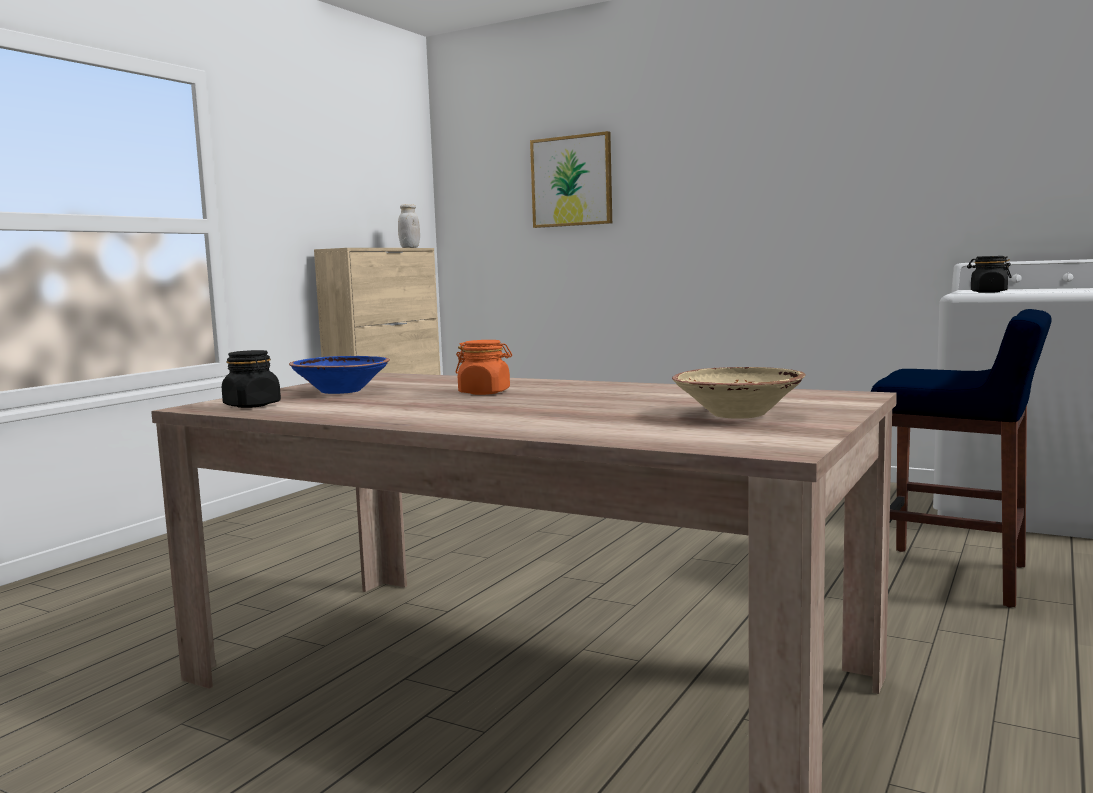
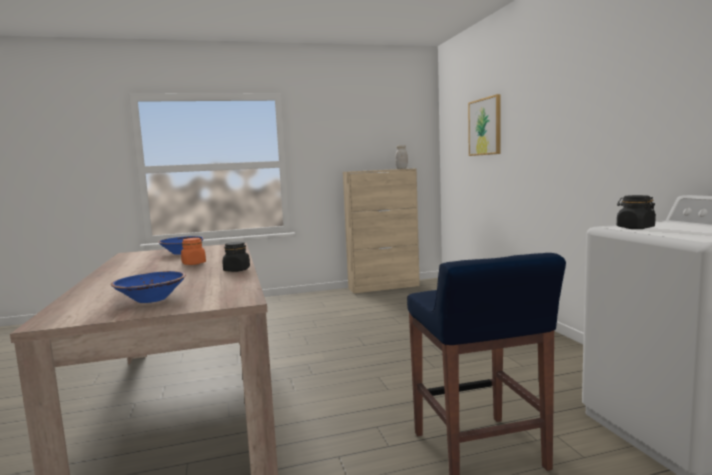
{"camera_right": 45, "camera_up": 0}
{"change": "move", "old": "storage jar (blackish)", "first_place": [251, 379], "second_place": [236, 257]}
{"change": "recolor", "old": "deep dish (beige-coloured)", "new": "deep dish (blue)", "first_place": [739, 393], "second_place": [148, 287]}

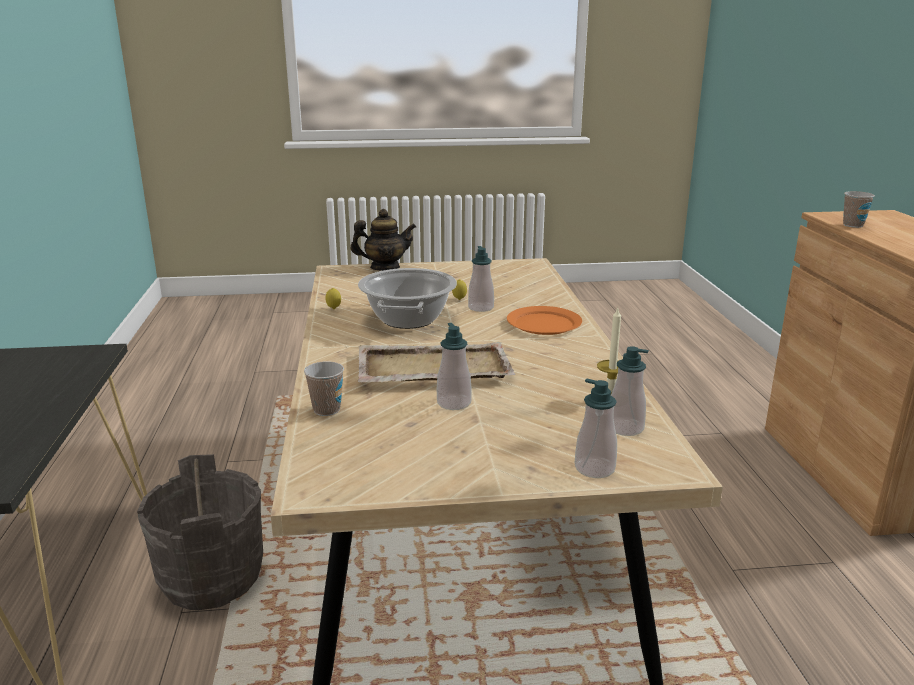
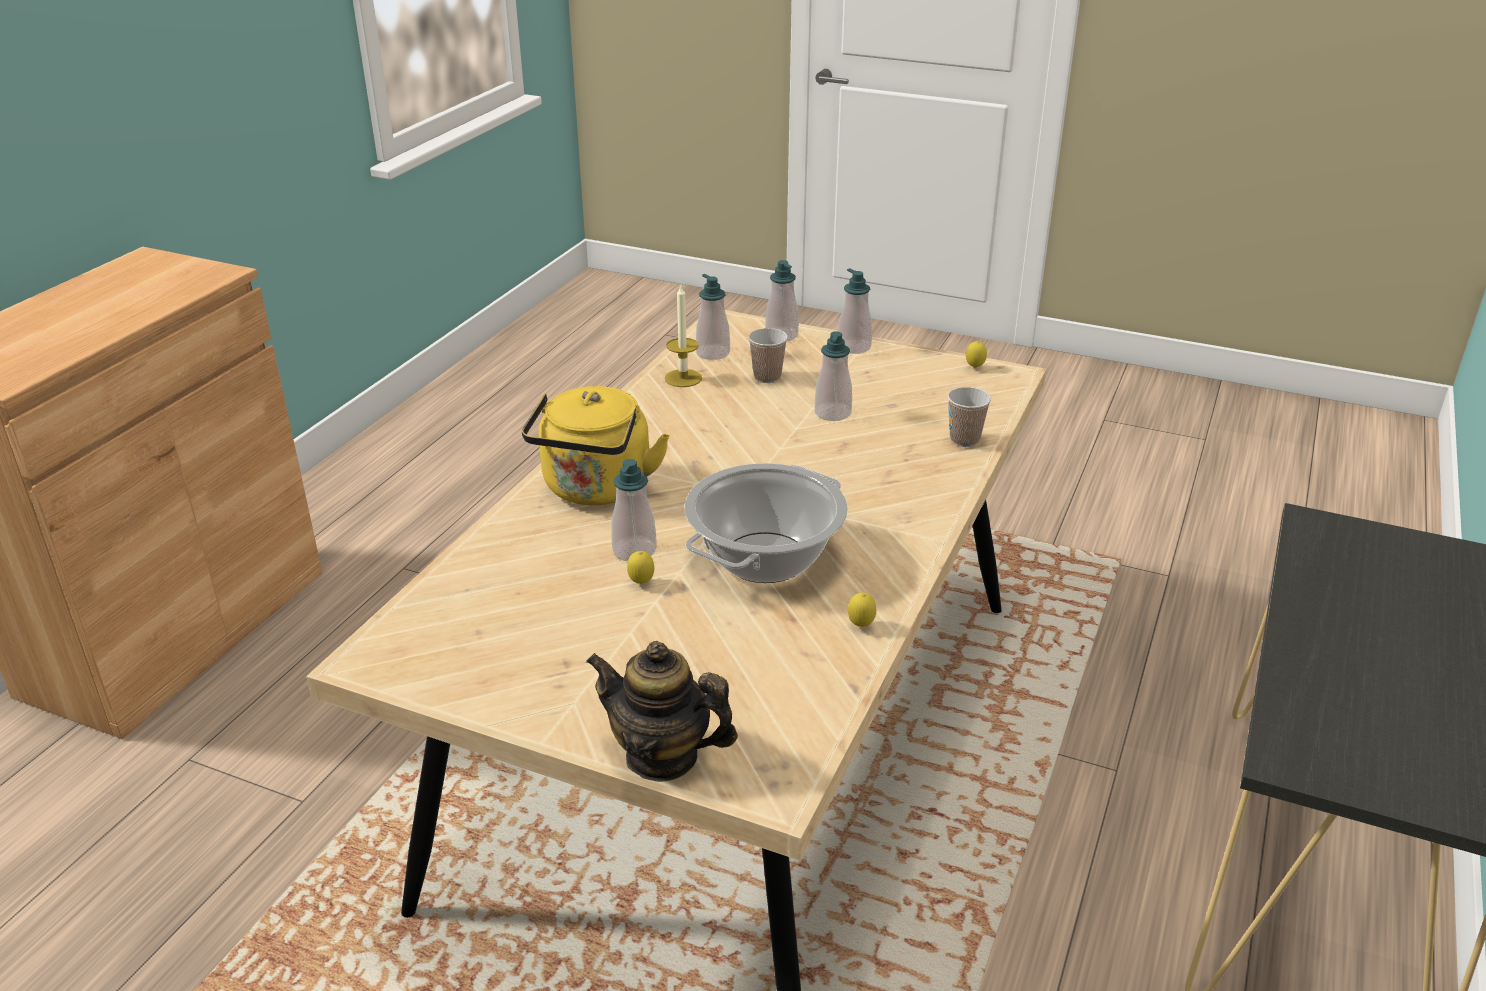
{"camera_right": -150, "camera_up": 10}
{"change": "delete", "old": "bucket (gray)", "first_place": [200, 532]}
{"change": "delete", "old": "serving tray (beige-coloured)", "first_place": [437, 362]}
{"change": "insert", "new": "liquid soap bottle", "second_place": [855, 311]}
{"change": "insert", "new": "citrus fruit", "second_place": [976, 354]}
{"change": "move", "old": "cup", "first_place": [859, 209], "second_place": [768, 355]}
{"change": "replace", "old": "plate (orange)", "new": "water kettle (yellow-coloured)", "first_place": [544, 320], "second_place": [596, 445]}

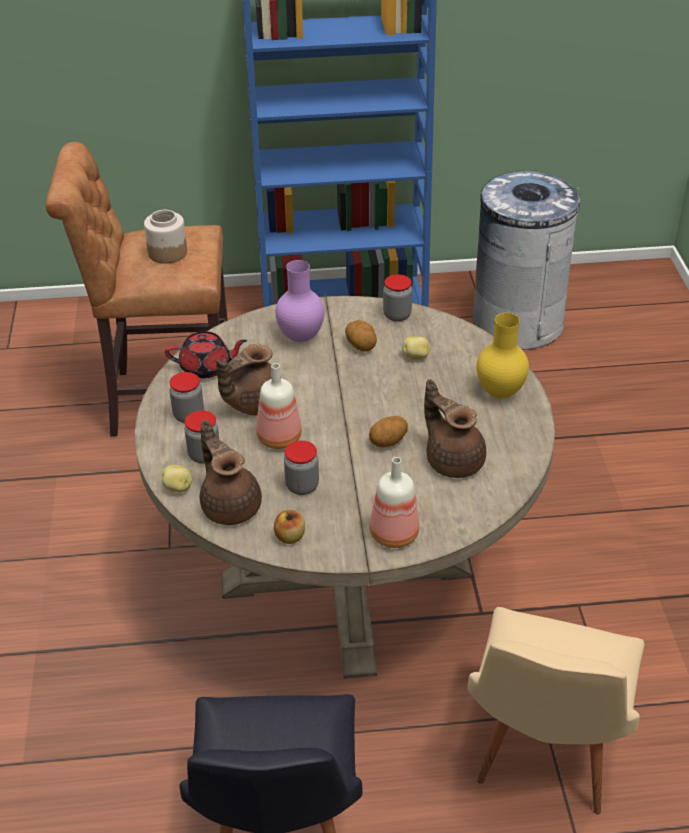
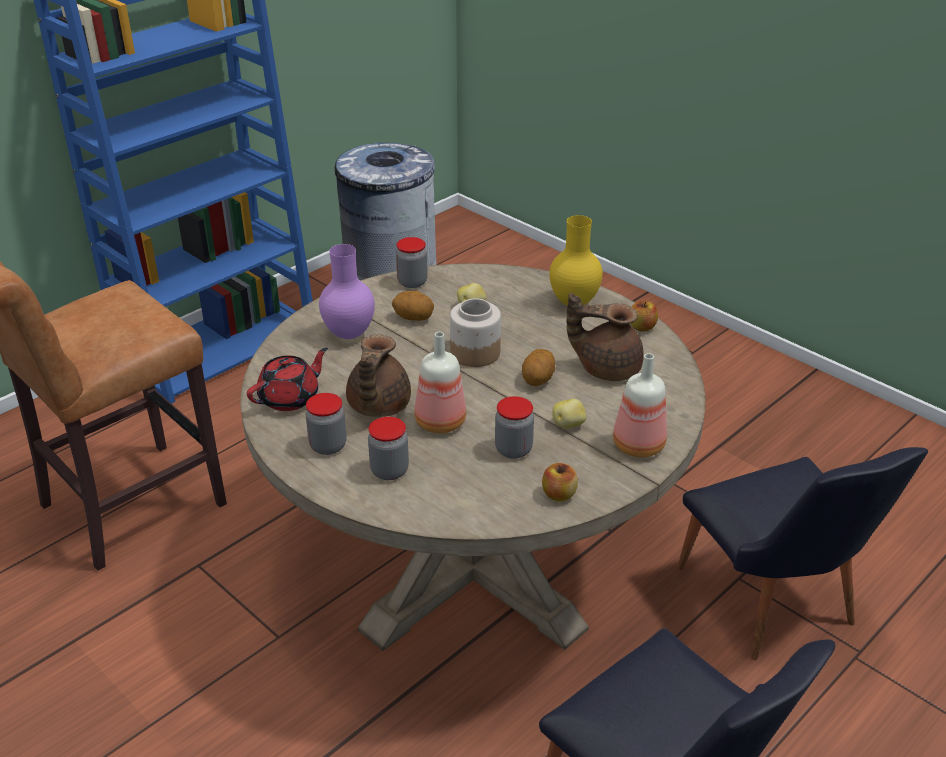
{"camera_right": -40, "camera_up": -5}
{"change": "delete", "old": "pot for tea (brown-coloured)", "first_place": [231, 472]}
{"change": "insert", "new": "apple", "second_place": [644, 316]}
{"change": "move", "old": "storage jar", "first_place": [165, 237], "second_place": [475, 333]}
{"change": "move", "old": "spud", "first_place": [177, 478], "second_place": [569, 414]}
{"change": "recolor", "old": "upright chair (beige-coloured)", "new": "upright chair (blackish)", "first_place": [556, 710], "second_place": [802, 553]}

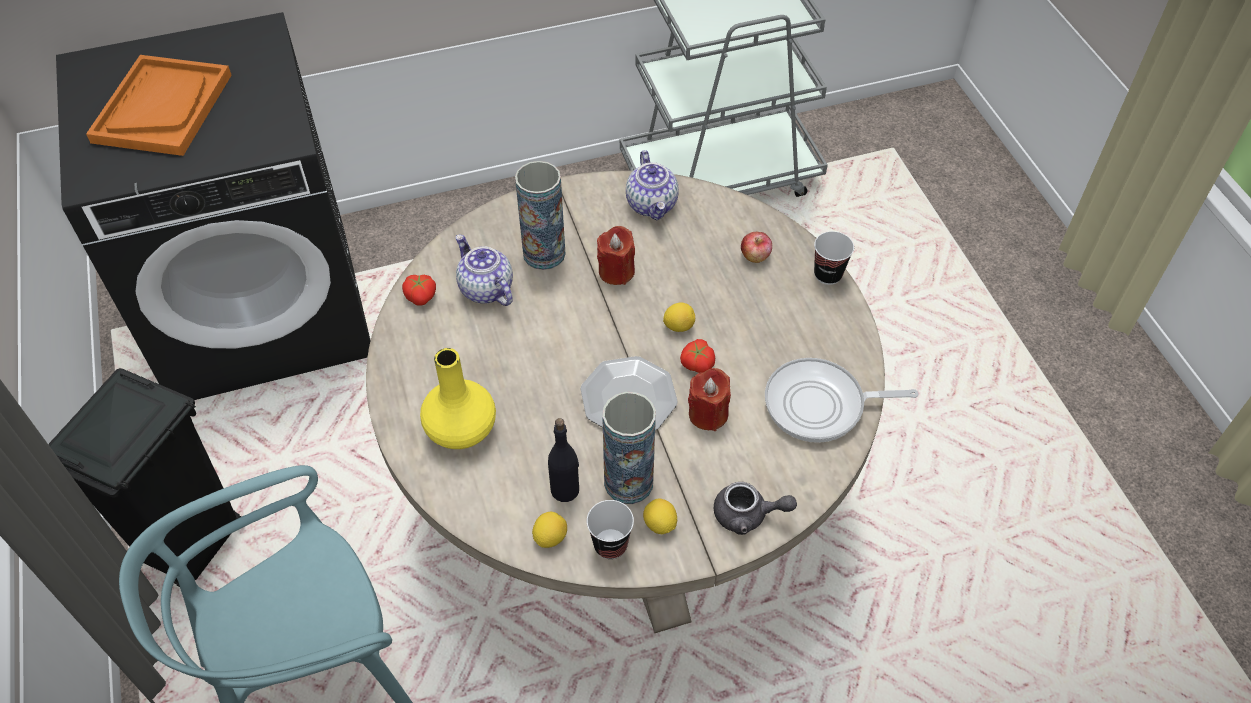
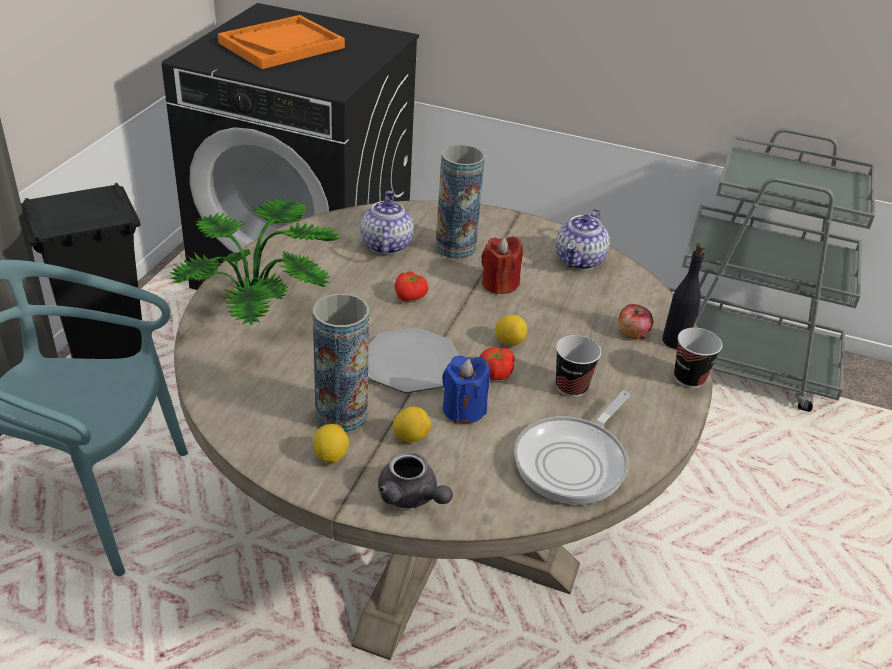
{"camera_right": 35, "camera_up": -15}
{"change": "move", "old": "tomato", "first_place": [419, 290], "second_place": [411, 286]}
{"change": "move", "old": "citrus fruit", "first_place": [549, 530], "second_place": [412, 424]}
{"change": "move", "old": "drink bottle (blackish)", "first_place": [563, 460], "second_place": [683, 296]}
{"change": "move", "old": "cup", "first_place": [610, 529], "second_place": [578, 366]}
{"change": "replace", "old": "flower vase (yellow-coloured)", "new": "houseplant", "first_place": [458, 398], "second_place": [254, 261]}
{"change": "recolor", "old": "wax candle (reddish)", "new": "wax candle (blue)", "first_place": [709, 399], "second_place": [466, 390]}
{"change": "rotate", "old": "pan", "first_place": [842, 400], "second_place": [572, 447], "degrees": -90}

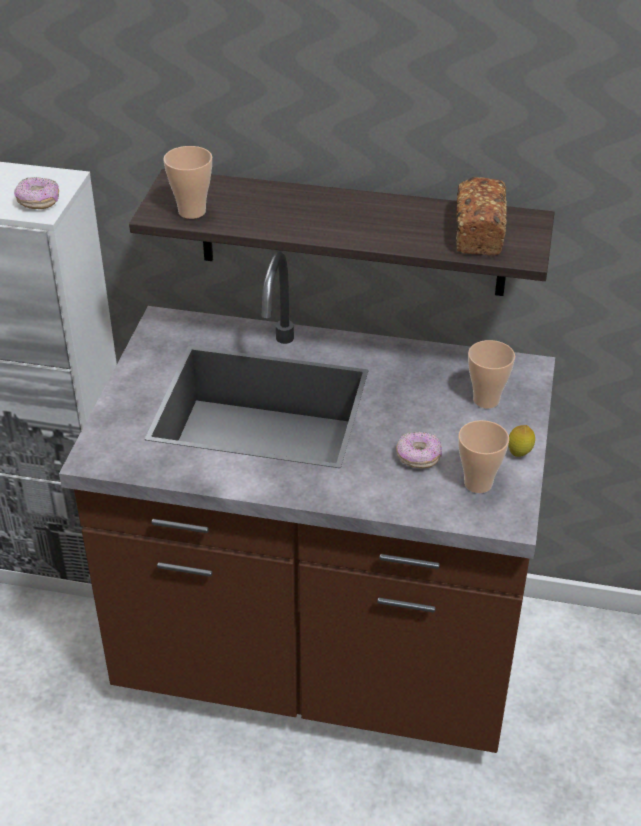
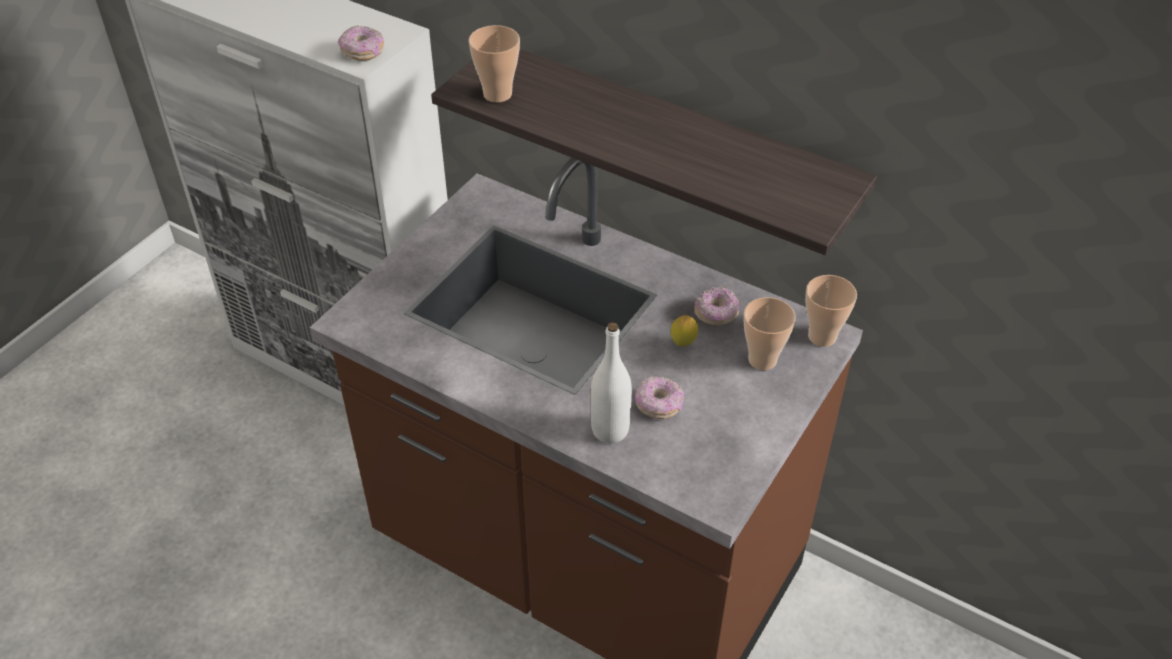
{"camera_right": 20, "camera_up": 5}
{"change": "delete", "old": "bread", "first_place": [481, 216]}
{"change": "insert", "new": "drink bottle (white)", "second_place": [611, 382]}
{"change": "insert", "new": "ring doughnut", "second_place": [716, 305]}
{"change": "move", "old": "cup", "first_place": [483, 456], "second_place": [831, 311]}
{"change": "move", "old": "citrus fruit", "first_place": [521, 441], "second_place": [684, 330]}

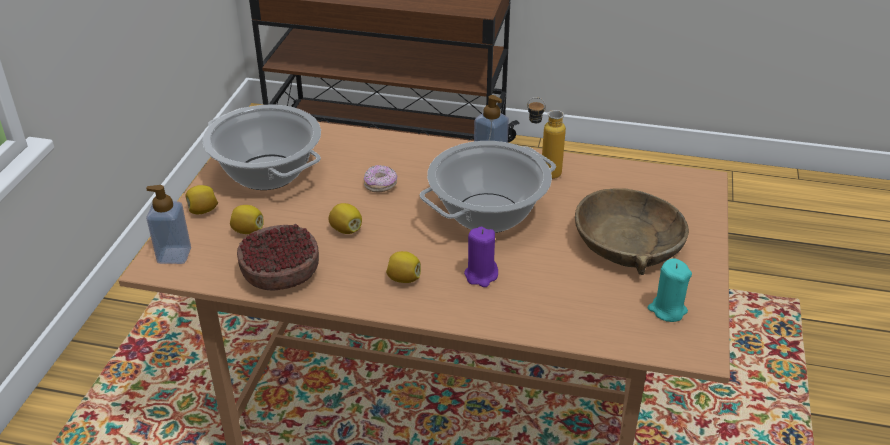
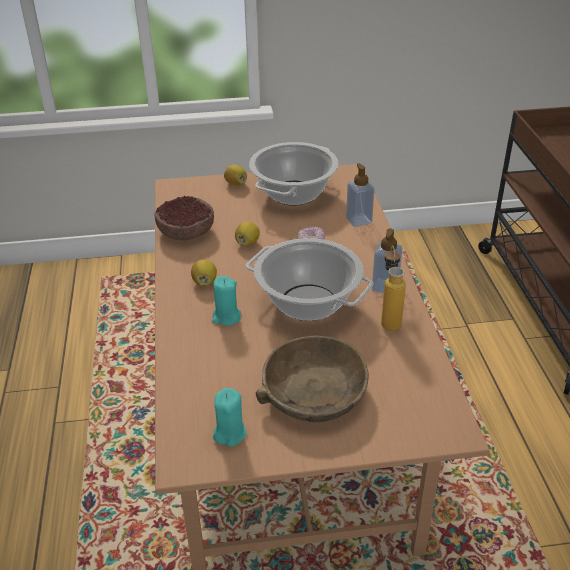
{"camera_right": 70, "camera_up": 0}
{"change": "delete", "old": "citrus fruit", "first_place": [247, 219]}
{"change": "move", "old": "liquid soap bottle", "first_place": [168, 224], "second_place": [360, 195]}
{"change": "recolor", "old": "wax candle (purple)", "new": "wax candle (turquoise)", "first_place": [481, 257], "second_place": [226, 301]}

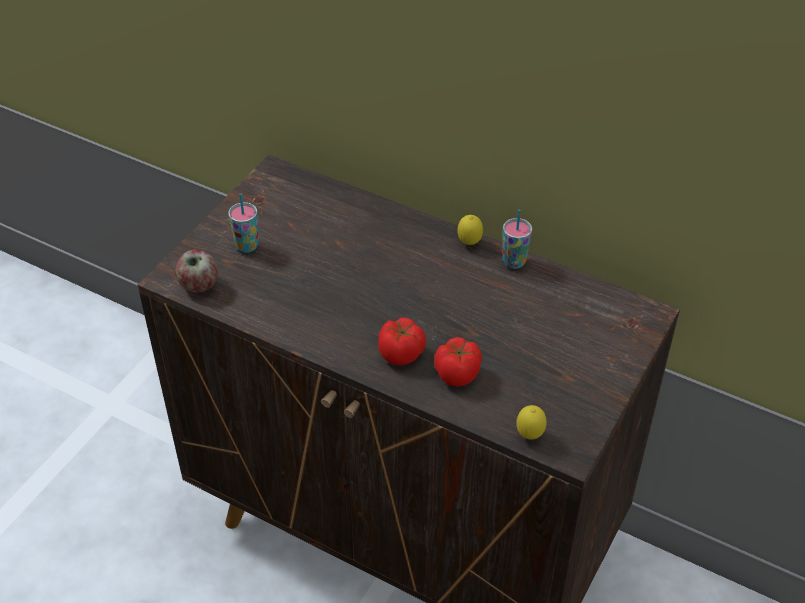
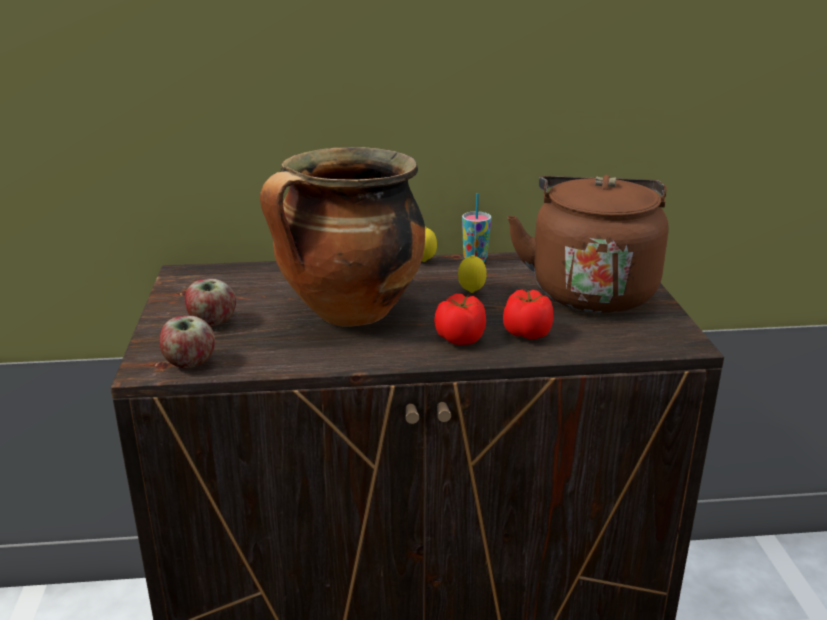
{"camera_right": -35, "camera_up": -20}
{"change": "insert", "new": "cooking pot", "second_place": [342, 237]}
{"change": "insert", "new": "water kettle (brown-coloured)", "second_place": [587, 244]}
{"change": "move", "old": "citrus fruit", "first_place": [531, 422], "second_place": [472, 274]}
{"change": "replace", "old": "cup", "new": "apple", "first_place": [243, 223], "second_place": [210, 303]}

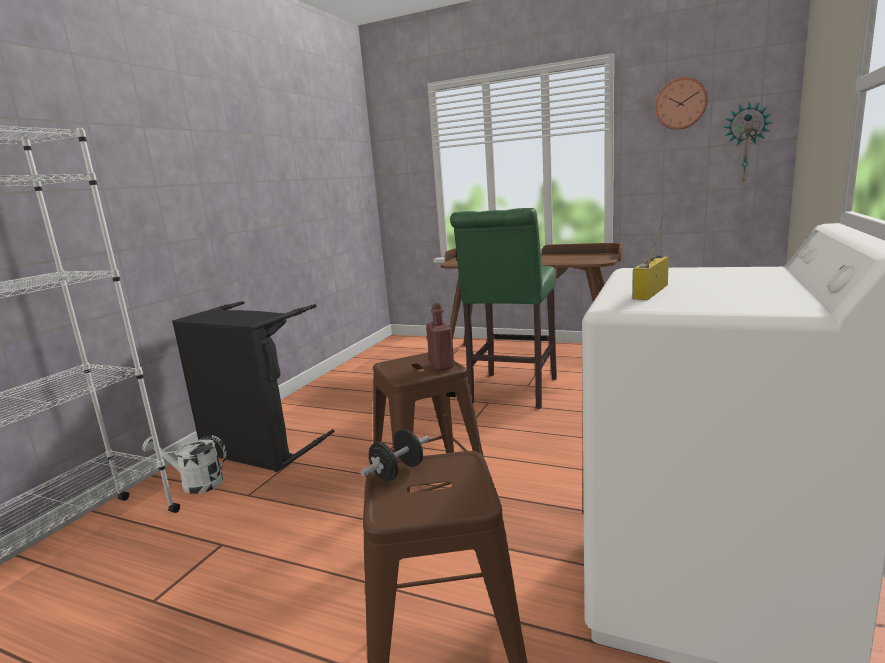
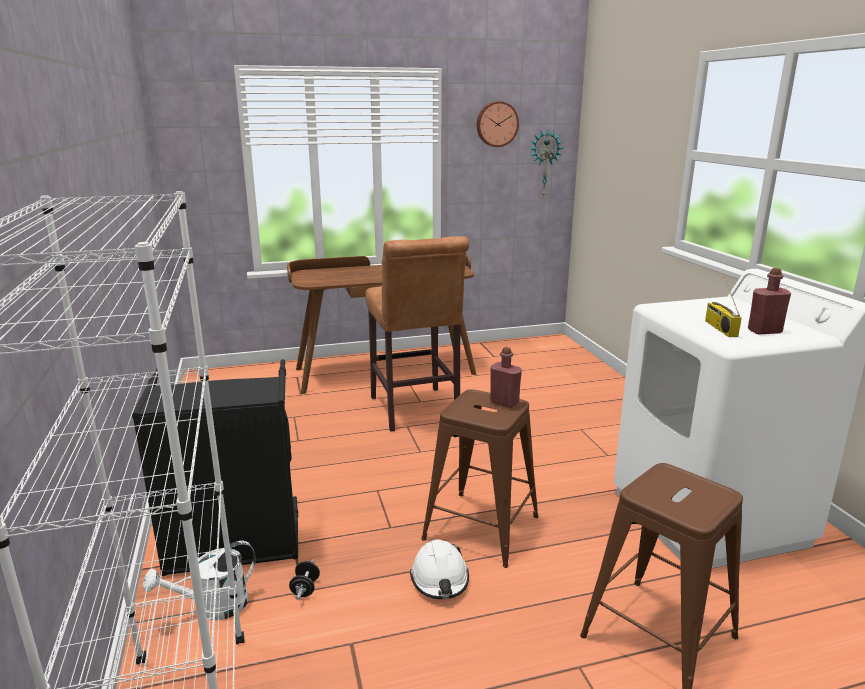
{"camera_right": -40, "camera_up": 5}
{"change": "insert", "new": "hard hat (white)", "second_place": [439, 569]}
{"change": "insert", "new": "drink bottle (reddish)", "second_place": [769, 301]}
{"change": "move", "old": "free weight (blackish)", "first_place": [395, 455], "second_place": [304, 580]}
{"change": "recolor", "old": "stool seat (green-coloured)", "new": "stool seat (brown-coloured)", "first_place": [503, 308], "second_place": [417, 333]}

